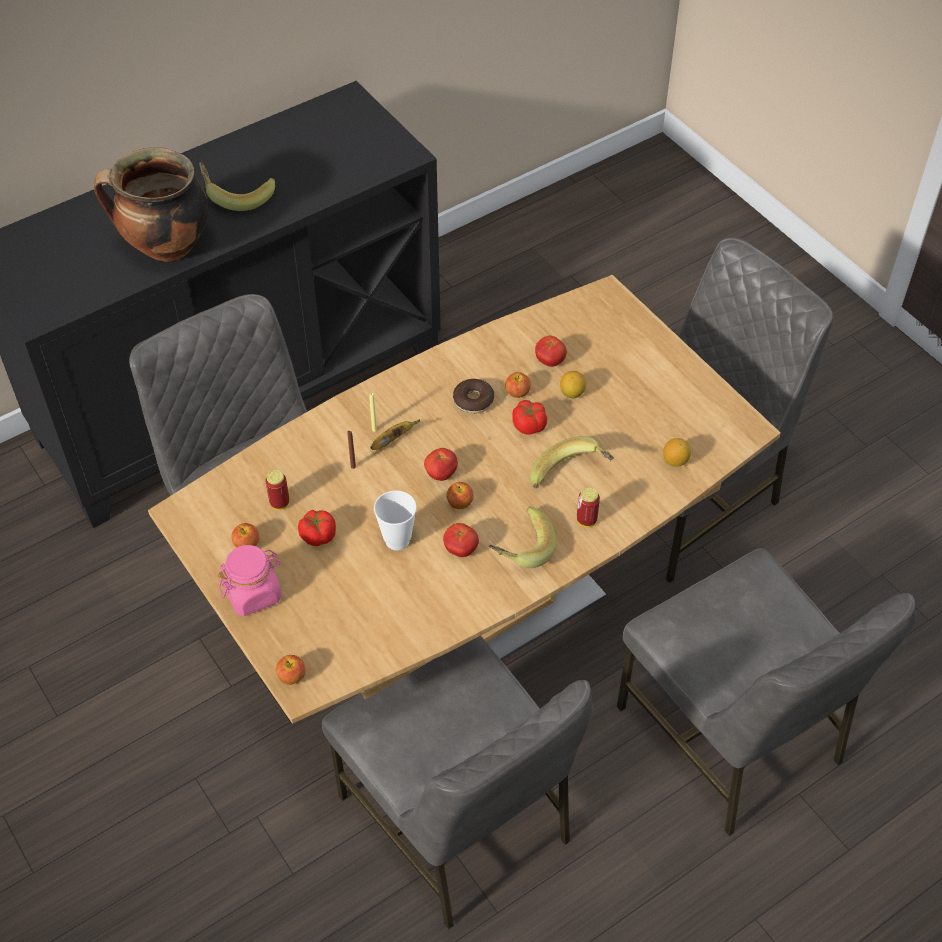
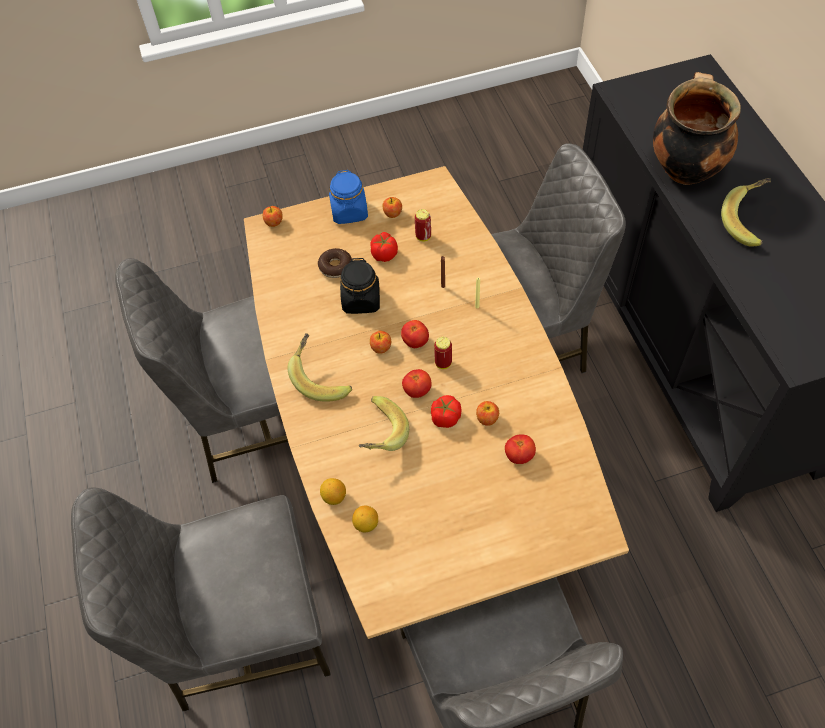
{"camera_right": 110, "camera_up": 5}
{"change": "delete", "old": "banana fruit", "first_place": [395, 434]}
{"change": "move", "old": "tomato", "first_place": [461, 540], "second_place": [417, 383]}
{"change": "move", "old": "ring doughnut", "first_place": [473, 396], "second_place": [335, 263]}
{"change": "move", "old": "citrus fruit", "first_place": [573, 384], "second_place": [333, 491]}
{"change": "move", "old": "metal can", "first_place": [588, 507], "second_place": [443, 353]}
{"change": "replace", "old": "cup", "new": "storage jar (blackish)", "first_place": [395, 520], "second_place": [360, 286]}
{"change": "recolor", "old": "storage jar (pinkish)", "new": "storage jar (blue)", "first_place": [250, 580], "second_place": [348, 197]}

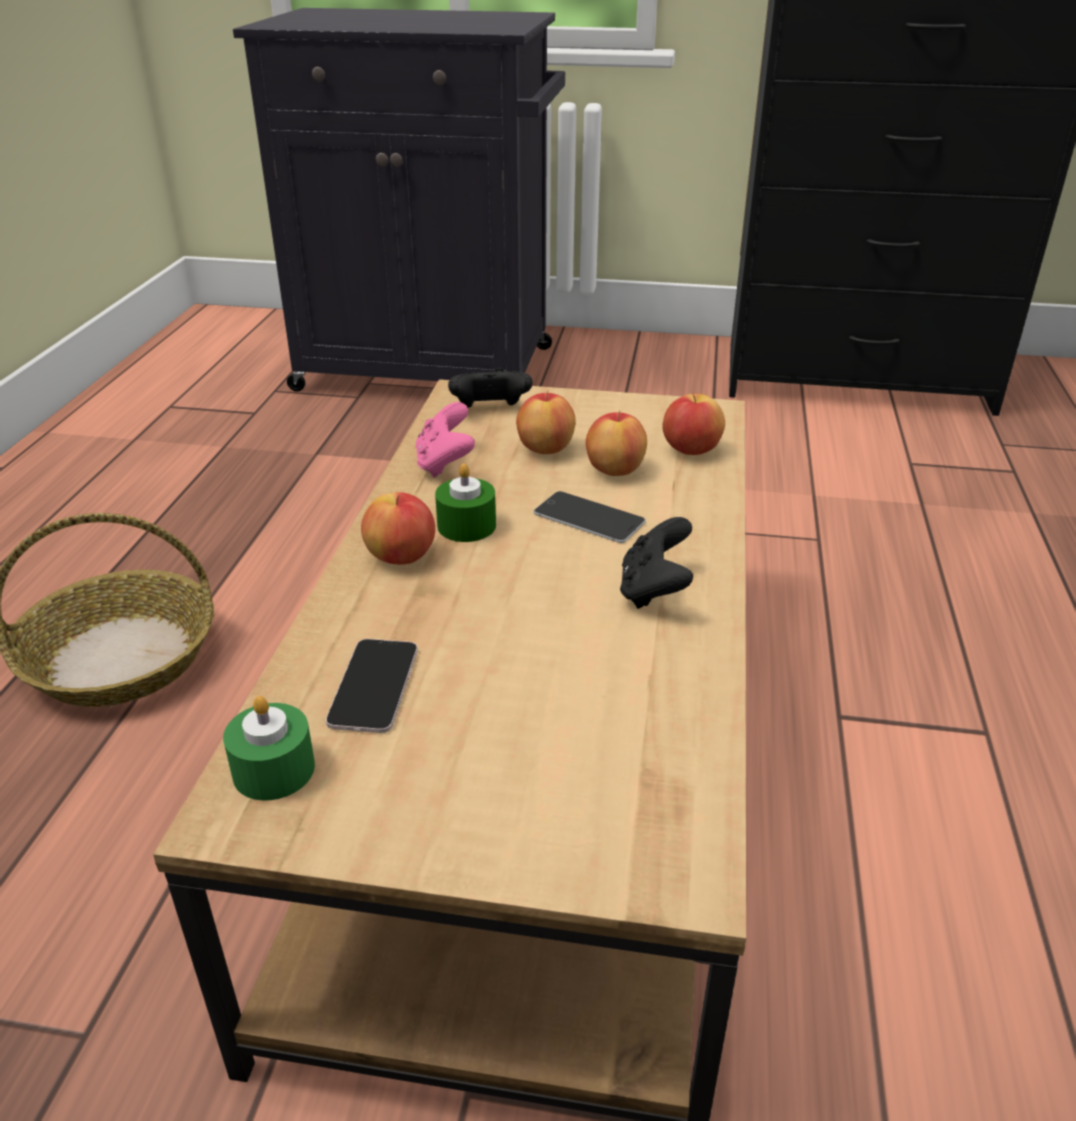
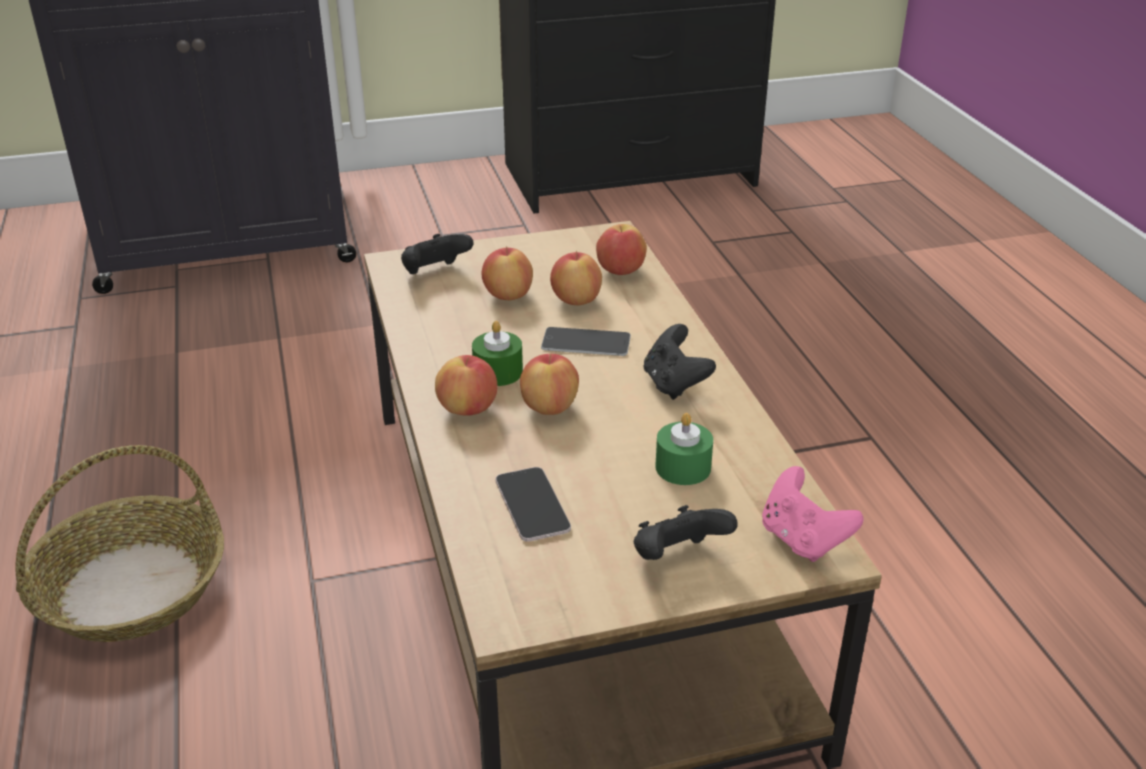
{"camera_right": -25, "camera_up": 0}
{"change": "insert", "new": "apple", "second_place": [549, 384]}
{"change": "insert", "new": "game controller (blackish)", "second_place": [686, 532]}
{"change": "move", "old": "wax candle (green-coloured)", "first_place": [269, 748], "second_place": [684, 449]}
{"change": "move", "old": "game controller (pinkish)", "first_place": [445, 440], "second_place": [813, 514]}

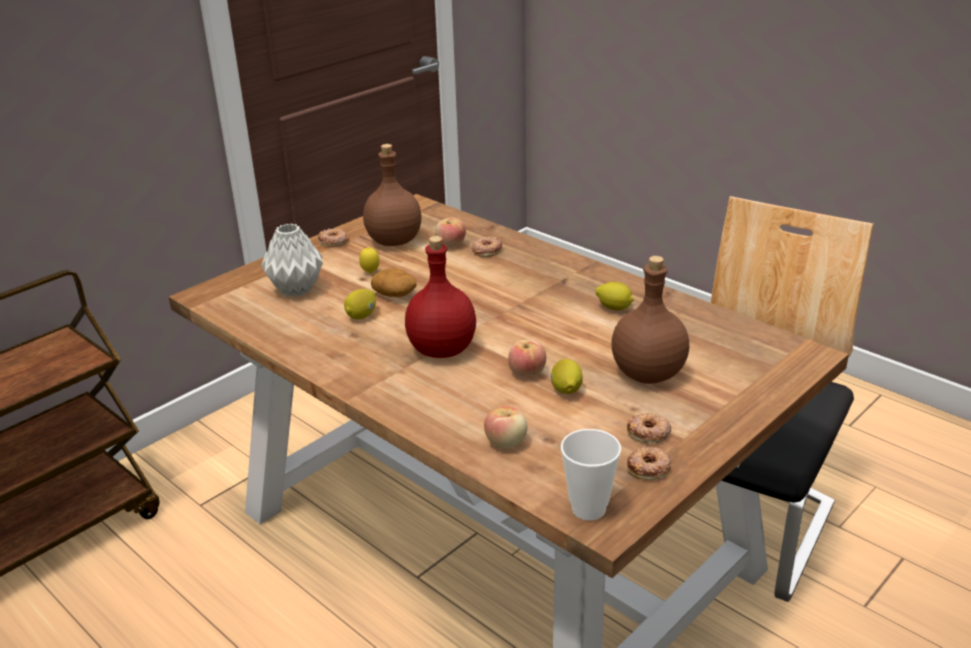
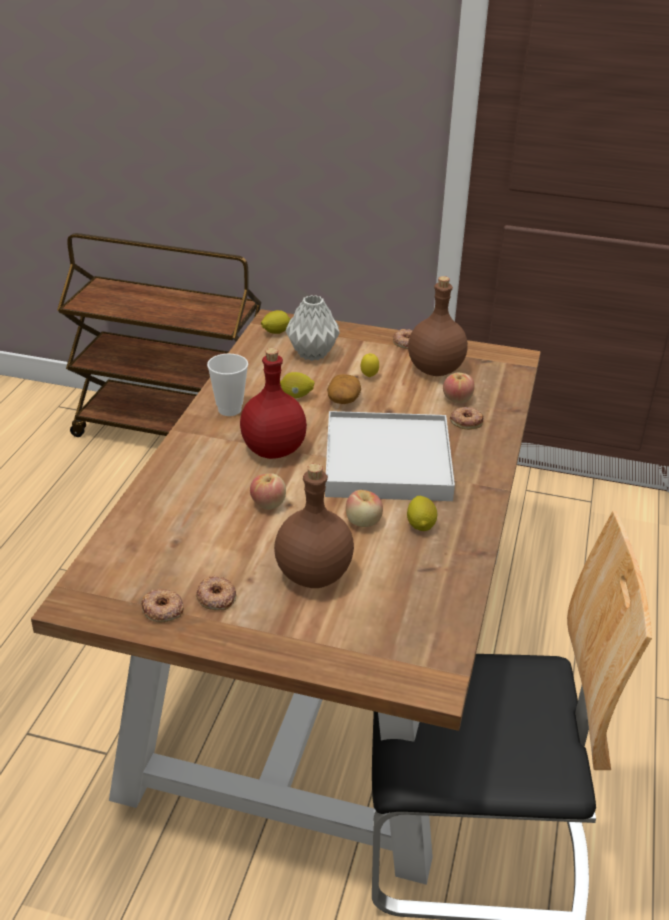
{"camera_right": 60, "camera_up": 5}
{"change": "insert", "new": "serving tray (white)", "second_place": [390, 456]}
{"change": "move", "old": "apple", "first_place": [505, 427], "second_place": [364, 508]}
{"change": "move", "old": "citrus fruit", "first_place": [567, 376], "second_place": [275, 322]}
{"change": "move", "old": "cup", "first_place": [591, 474], "second_place": [227, 384]}

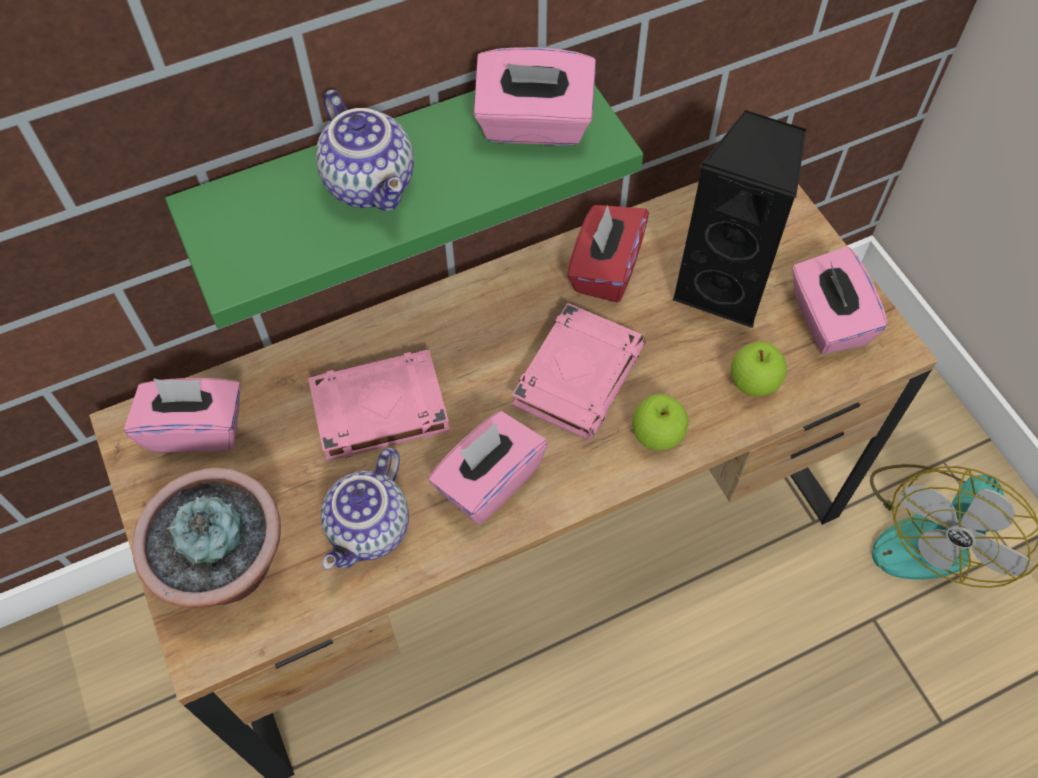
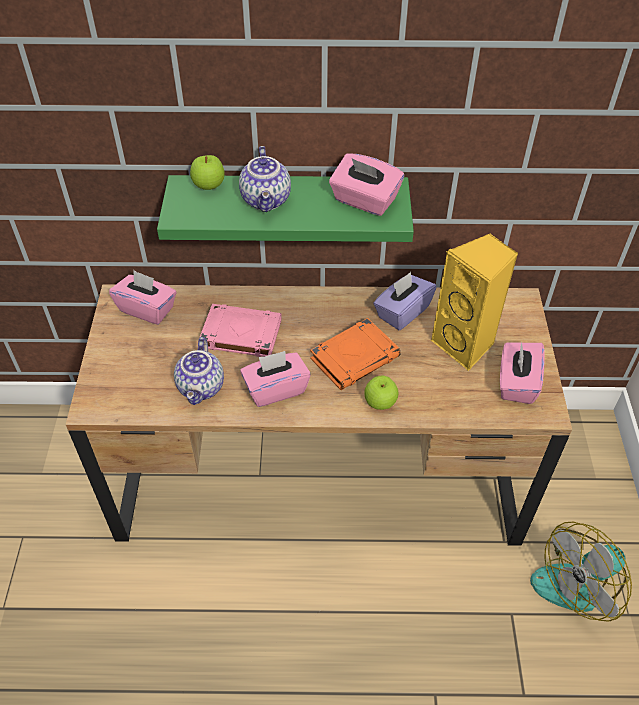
{"camera_right": 25, "camera_up": -10}
{"change": "delete", "old": "houseplant", "first_place": [206, 538]}
{"change": "move", "old": "apple", "first_place": [759, 368], "second_place": [207, 172]}
{"change": "recolor", "old": "bound book (pinkish)", "new": "bound book (orange)", "first_place": [578, 371], "second_place": [355, 354]}
{"change": "recolor", "old": "box of tissues (reddish)", "new": "box of tissues (purple)", "first_place": [608, 253], "second_place": [404, 301]}
{"change": "recolor", "old": "audio speaker (blackish)", "new": "audio speaker (yellow-coloured)", "first_place": [739, 219], "second_place": [474, 302]}
{"change": "rotate", "old": "pot for tea", "first_place": [365, 509], "second_place": [199, 371], "degrees": -45}

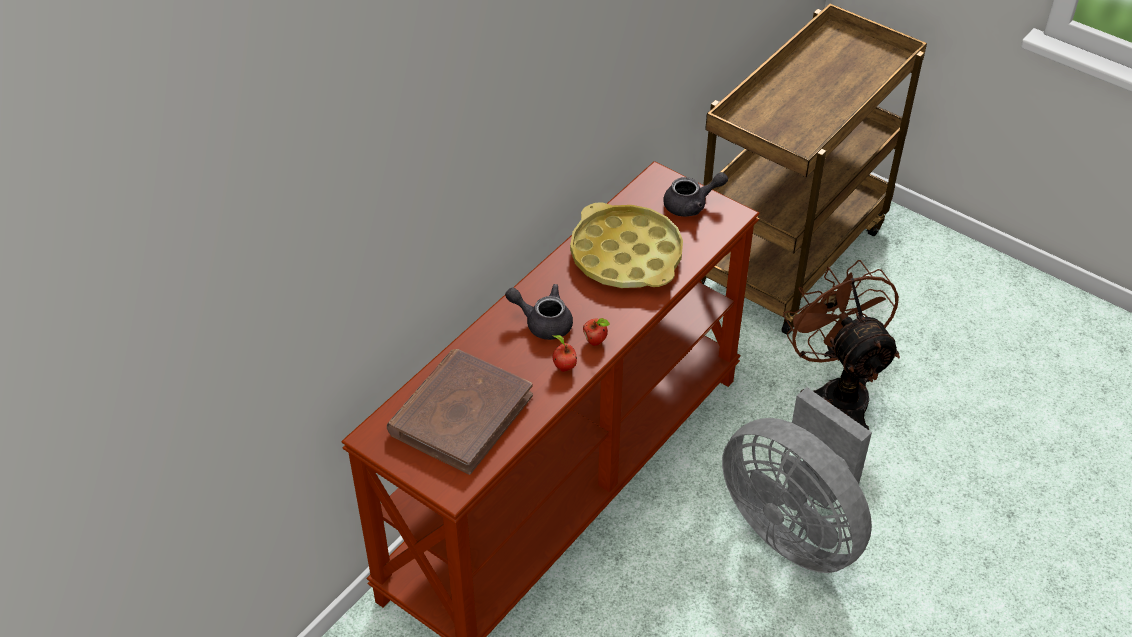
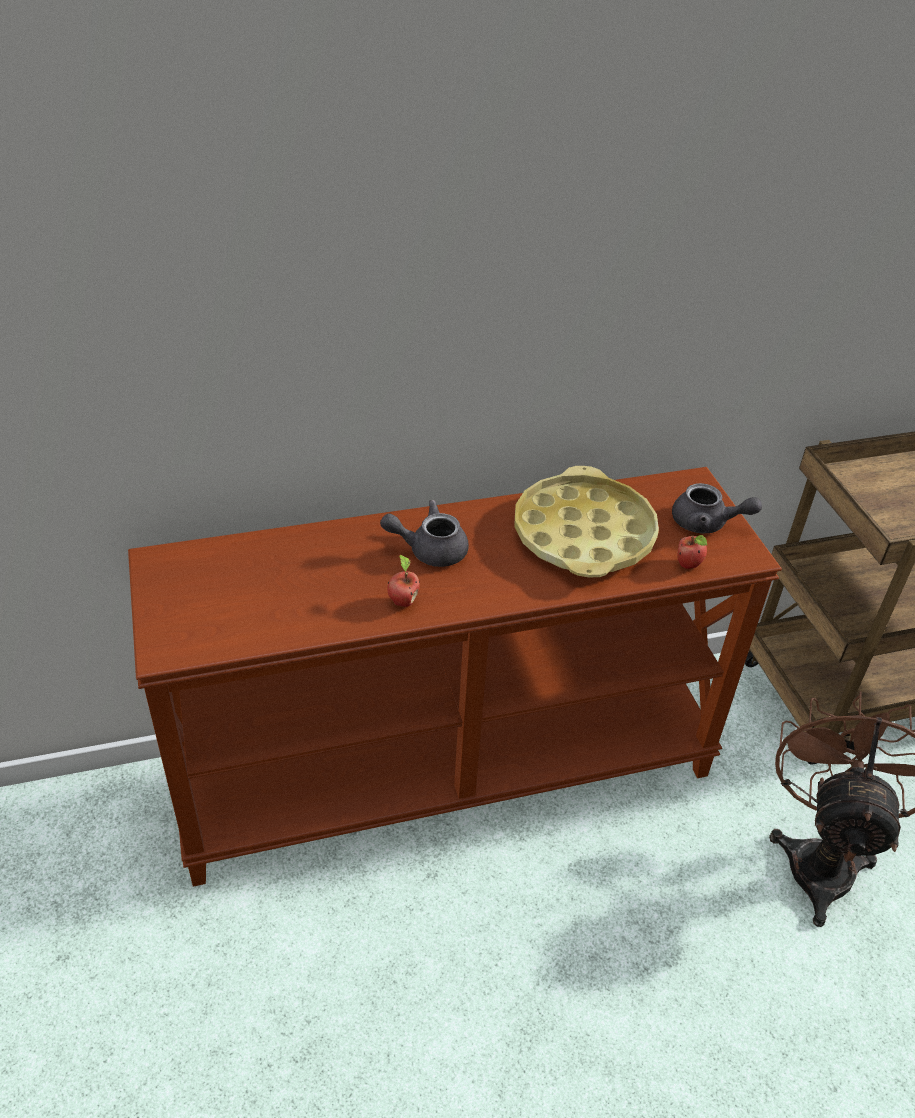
{"camera_right": 35, "camera_up": -5}
{"change": "delete", "old": "bound book (brown-coloured)", "first_place": [460, 412]}
{"change": "delete", "old": "cooling fan (gray)", "first_place": [797, 480]}
{"change": "move", "old": "apple", "first_place": [596, 332], "second_place": [692, 552]}
{"change": "rotate", "old": "pot for tea (gray)", "first_place": [539, 312], "second_place": [424, 533], "degrees": -60}

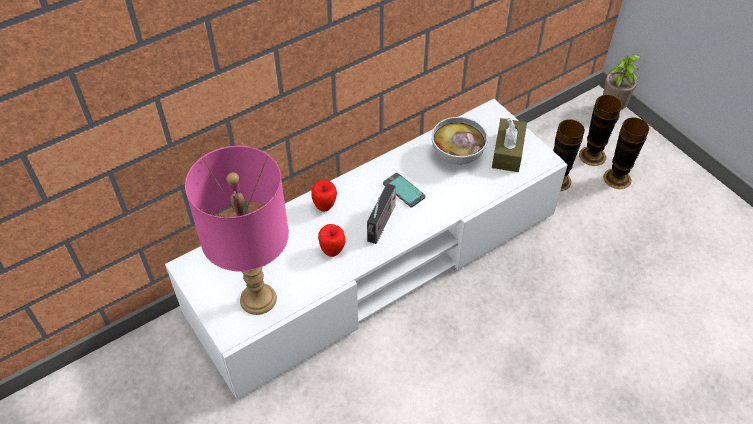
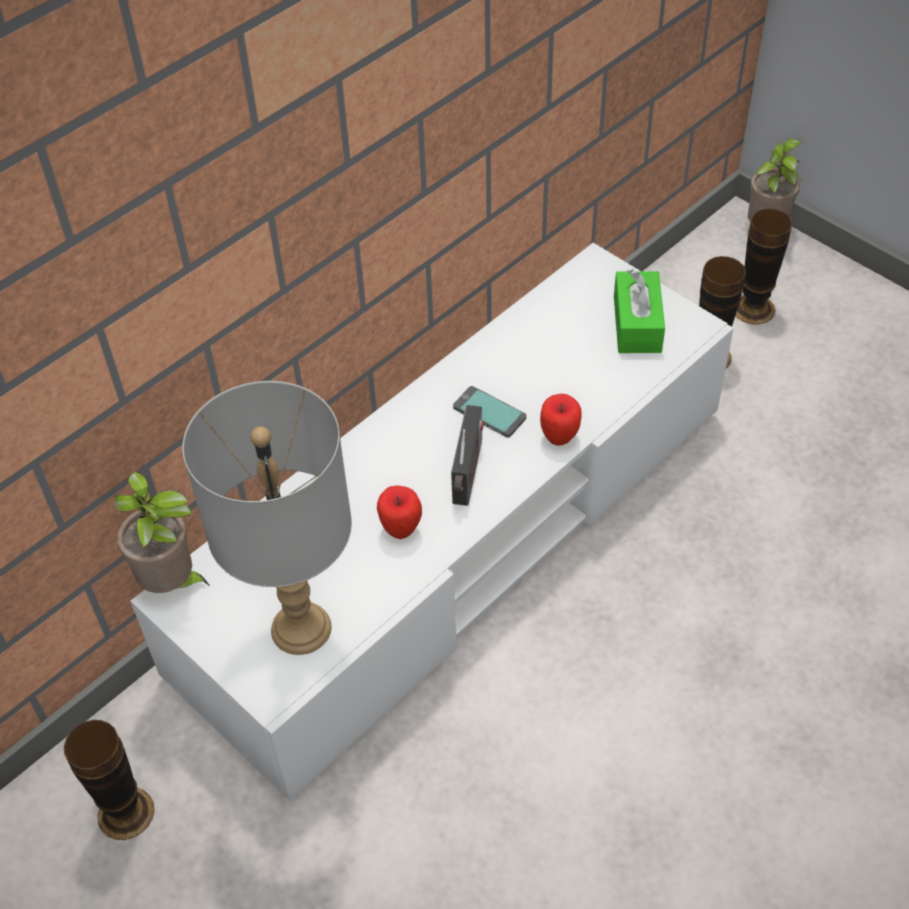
{"camera_right": -10, "camera_up": 0}
{"change": "delete", "old": "deep dish", "first_place": [460, 141]}
{"change": "insert", "new": "houseplant", "second_place": [162, 532]}
{"change": "move", "old": "apple", "first_place": [324, 196], "second_place": [561, 419]}
{"change": "move", "old": "flower vase", "first_place": [626, 153], "second_place": [109, 780]}
{"change": "recolor", "old": "tabletop lamp (pinkish)", "new": "tabletop lamp (gray)", "first_place": [237, 230], "second_place": [267, 518]}
{"change": "recolor", "old": "box of tissues (brown-coloured)", "new": "box of tissues (green-coloured)", "first_place": [509, 145], "second_place": [639, 311]}

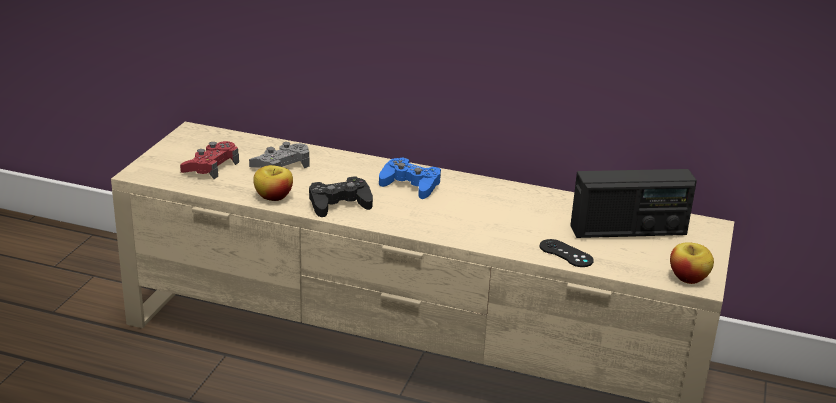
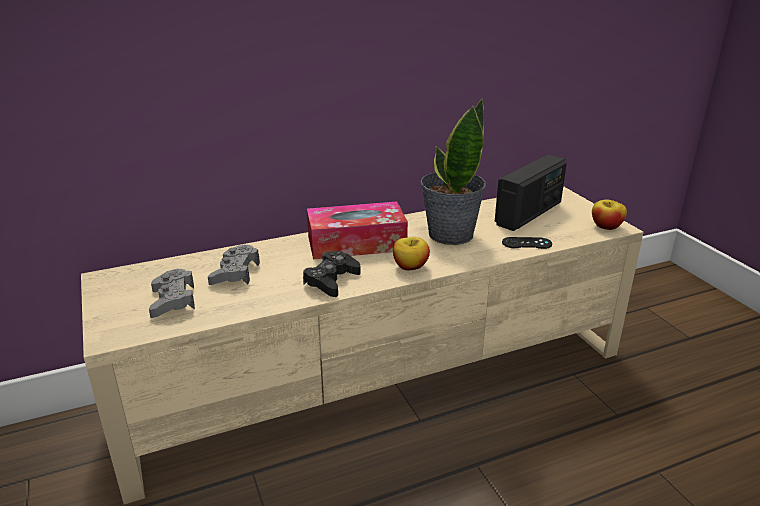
{"camera_right": -40, "camera_up": 0}
{"change": "insert", "new": "houseplant", "second_place": [453, 172]}
{"change": "move", "old": "apple", "first_place": [273, 183], "second_place": [411, 253]}
{"change": "replace", "old": "game controller (blue)", "new": "box of tissues", "first_place": [410, 178], "second_place": [357, 230]}
{"change": "recolor", "old": "game controller (reddish)", "new": "game controller (gray)", "first_place": [209, 160], "second_place": [172, 293]}

